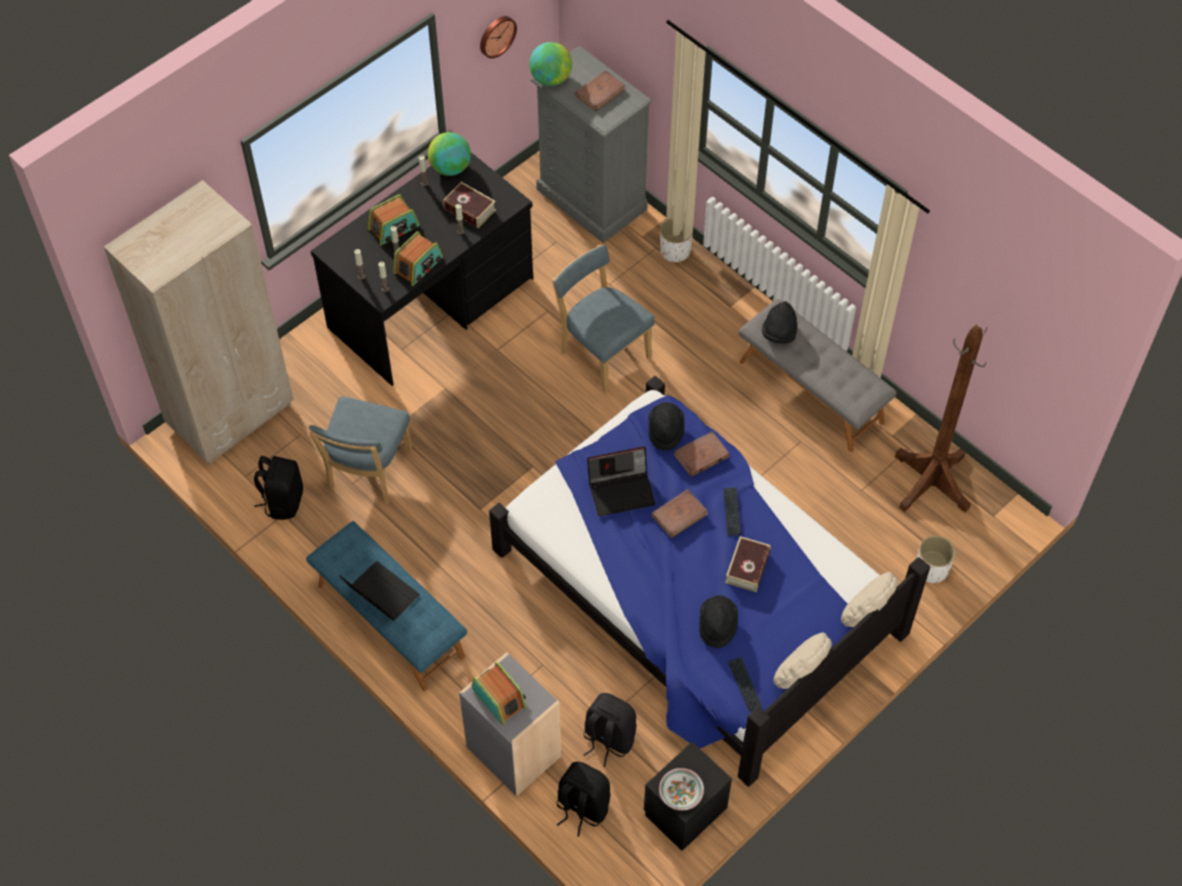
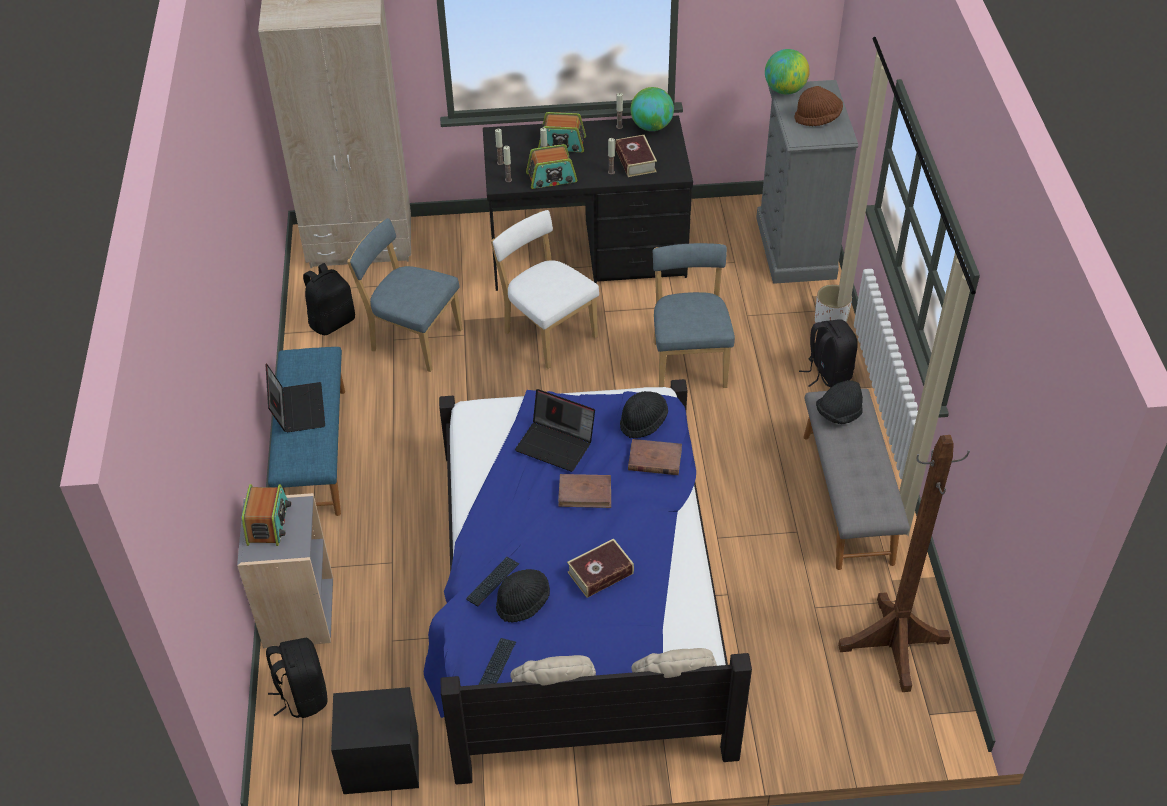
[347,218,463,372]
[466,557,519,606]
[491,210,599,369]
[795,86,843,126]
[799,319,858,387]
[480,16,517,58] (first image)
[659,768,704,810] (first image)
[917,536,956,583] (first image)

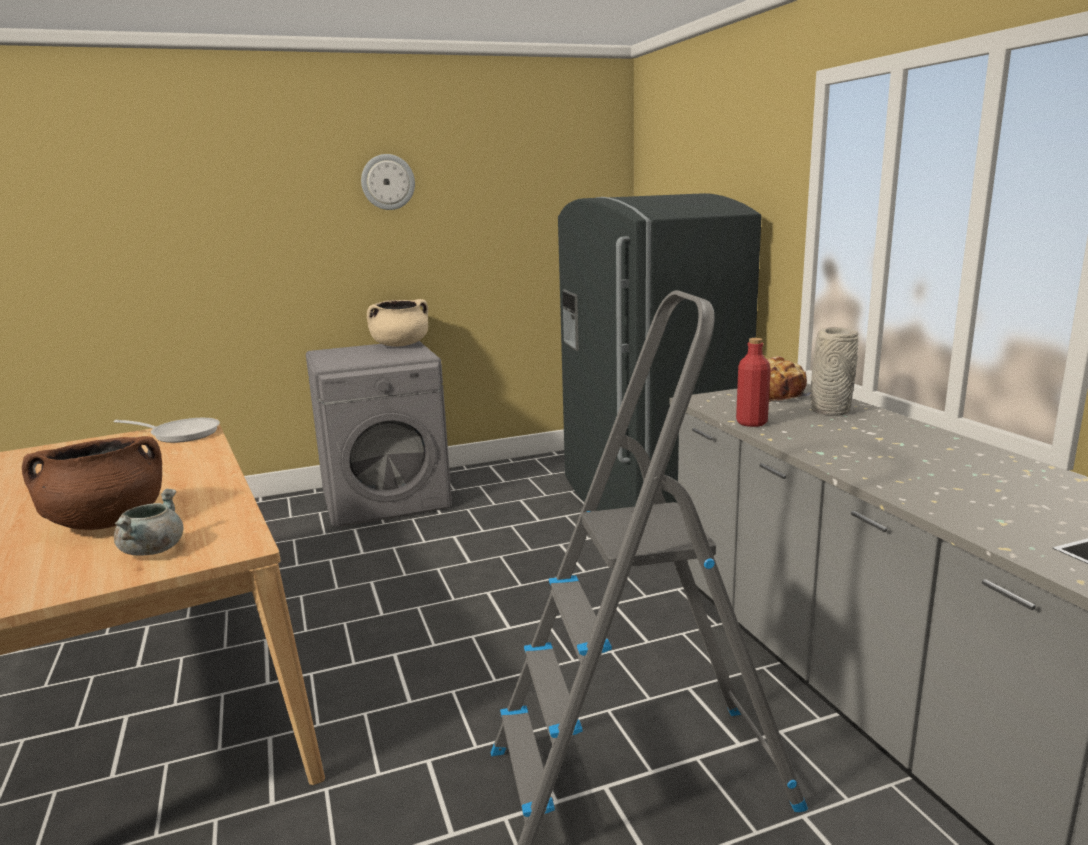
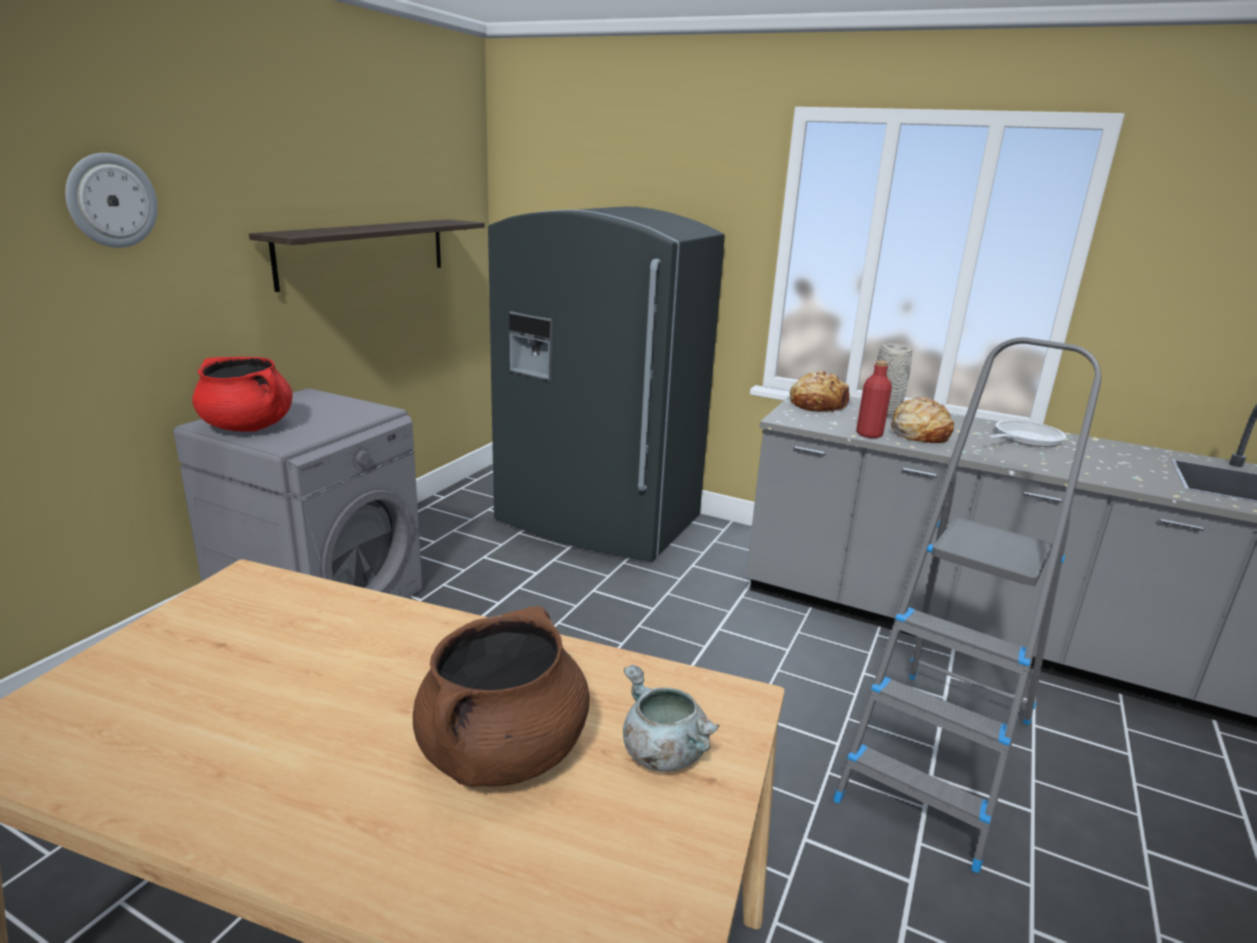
[65,153,158,248]
[192,357,293,432]
[249,219,485,292]
[889,397,954,443]
[988,420,1066,447]
[367,299,428,347] (first image)

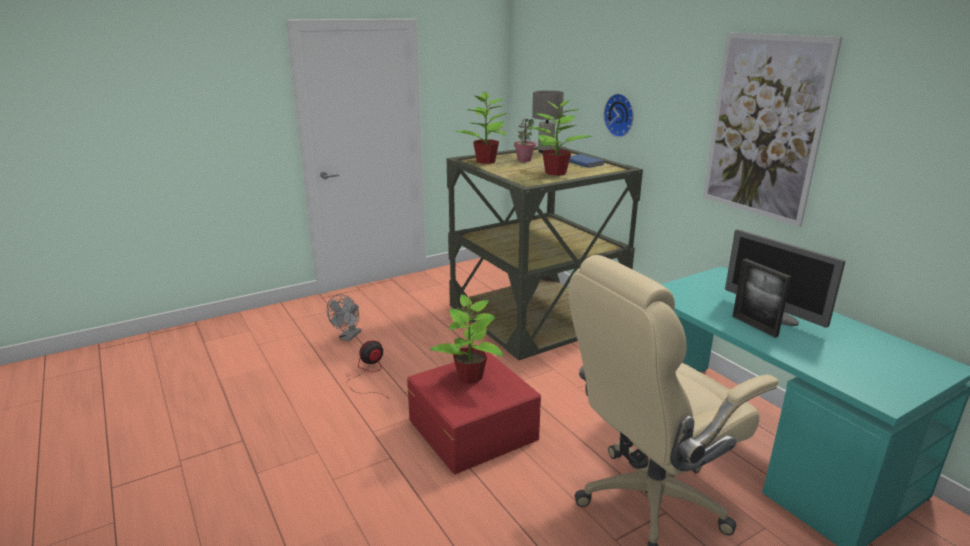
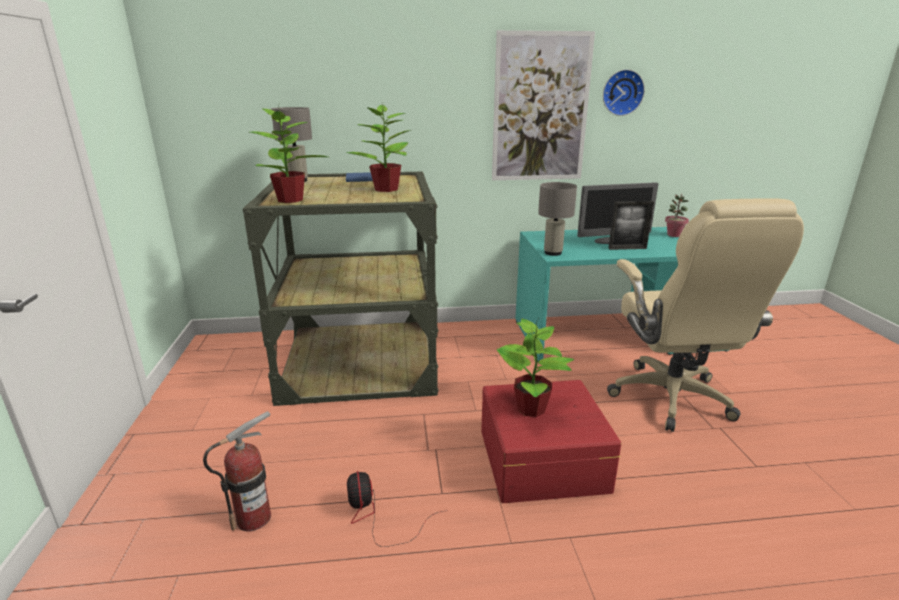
[203,411,271,532]
[538,182,577,256]
[603,69,645,116]
[665,194,689,237]

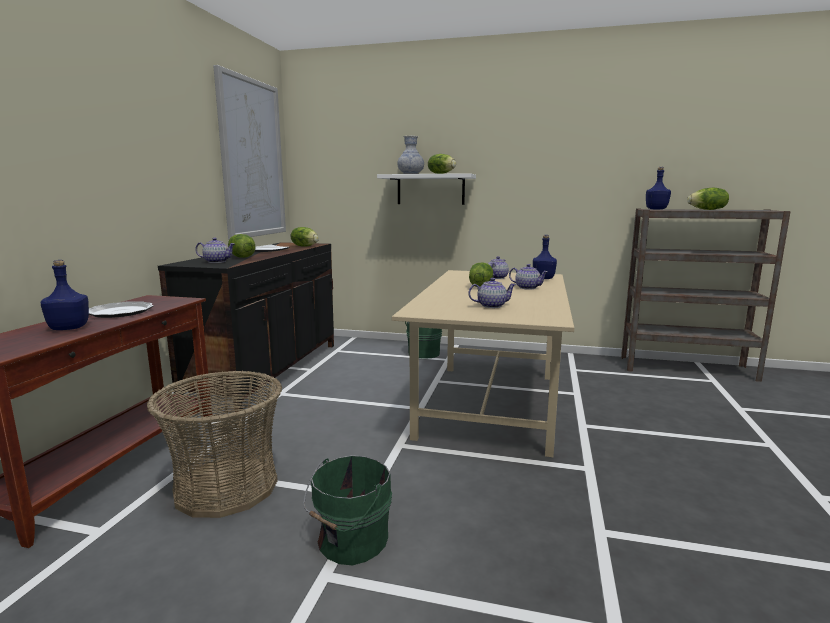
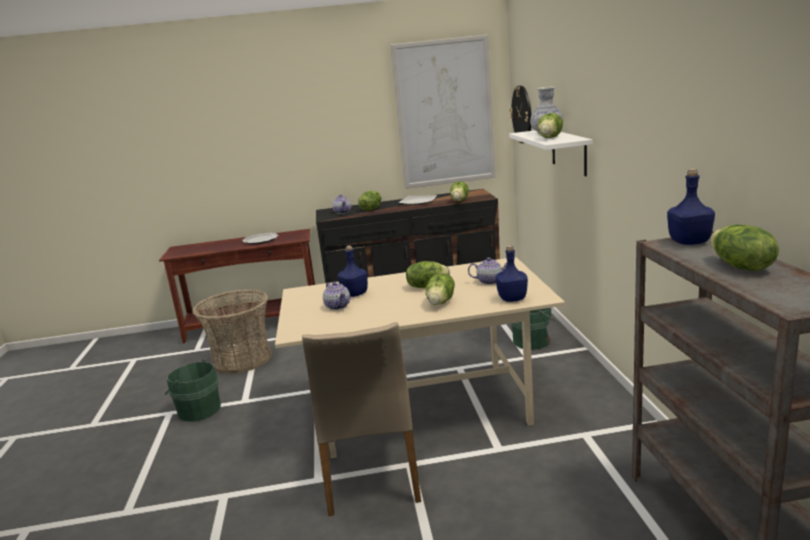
[302,322,421,516]
[337,245,368,297]
[426,273,455,305]
[510,86,532,143]

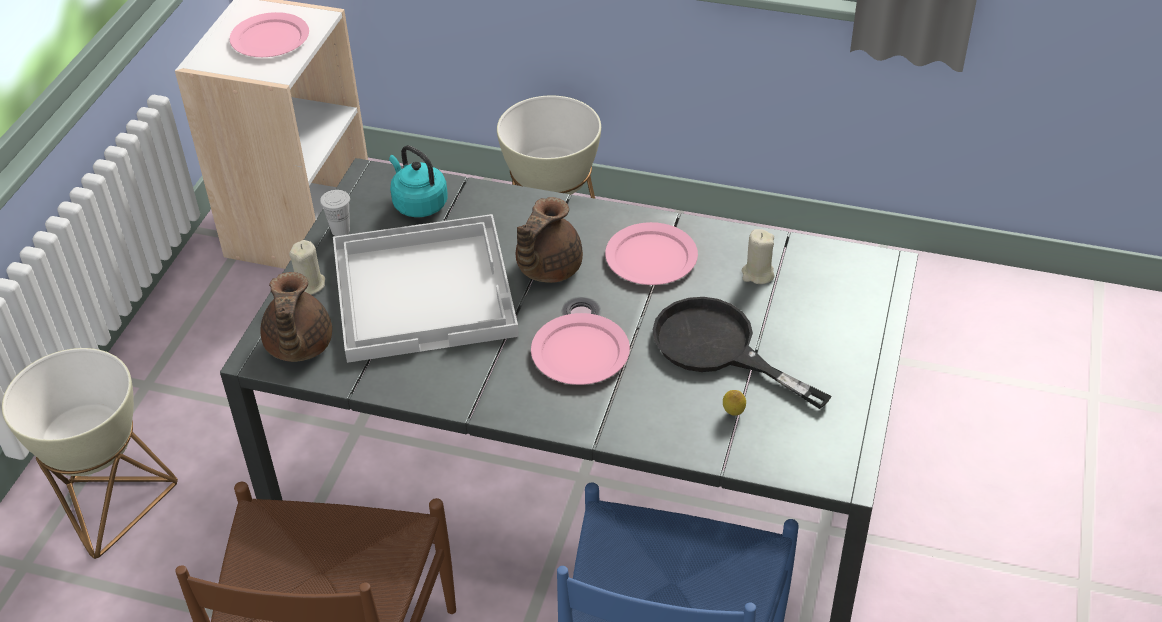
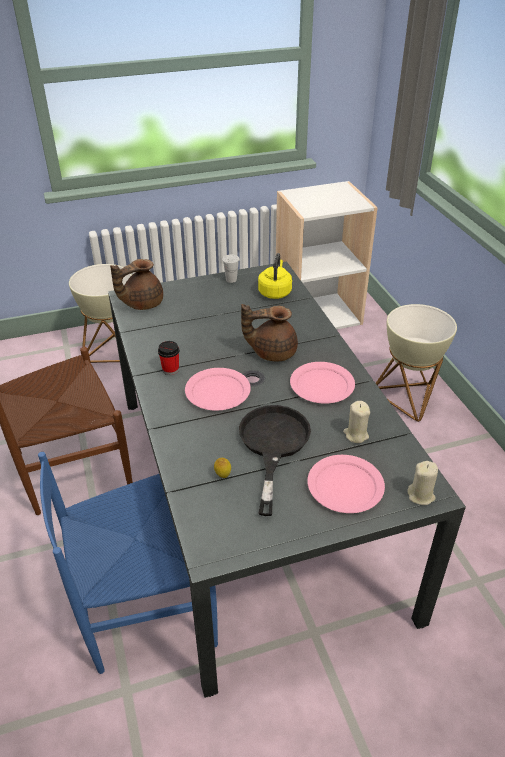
[158,341,179,375]
[258,253,292,299]
[307,455,385,513]
[407,461,438,505]
[333,214,519,363] (first image)

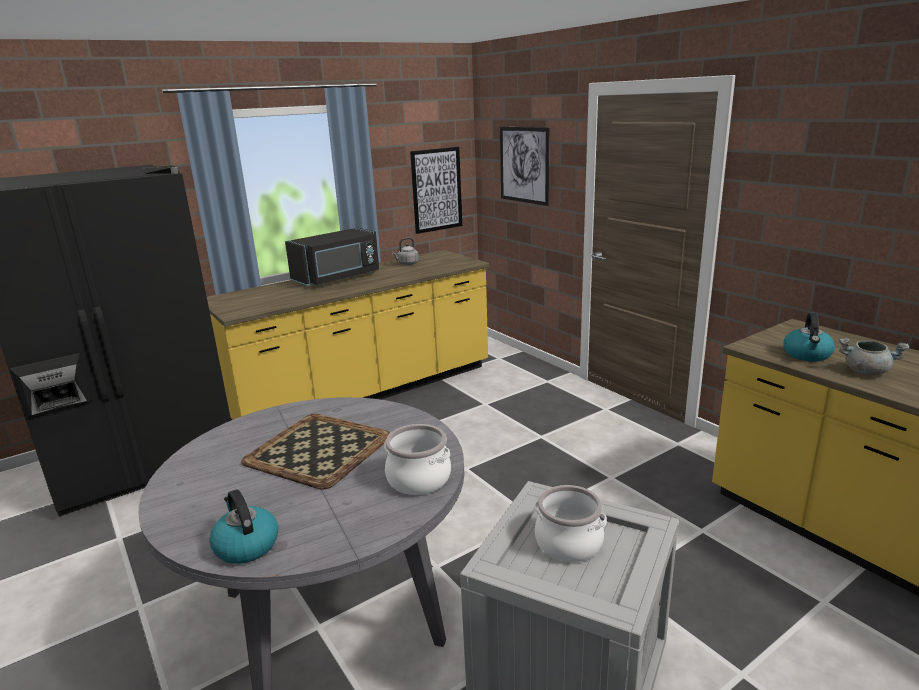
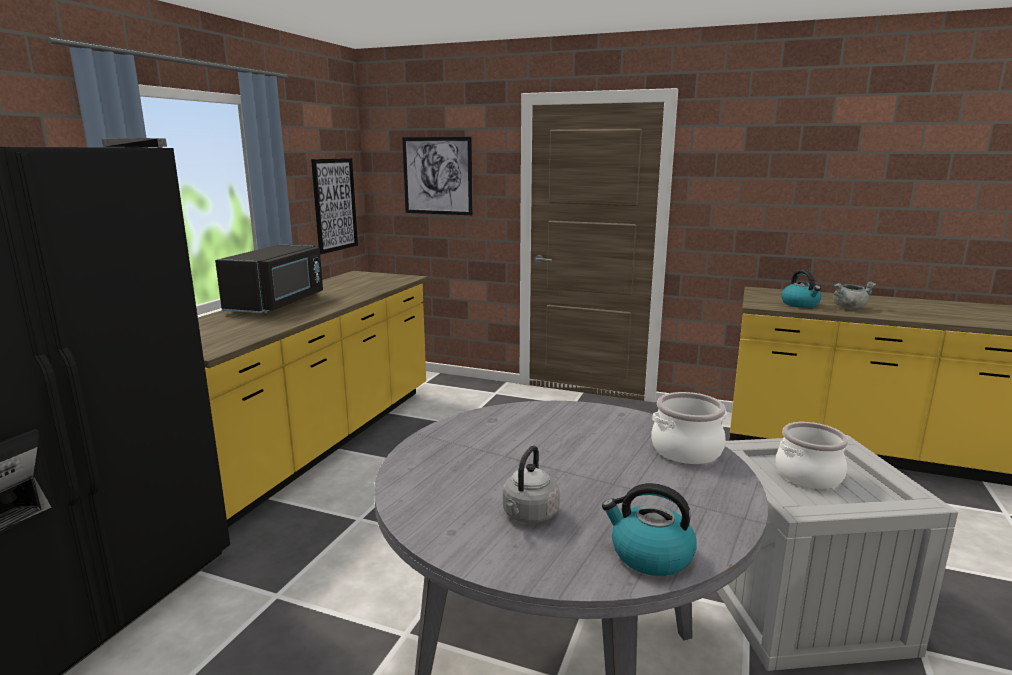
[503,445,560,523]
[241,414,390,490] (first image)

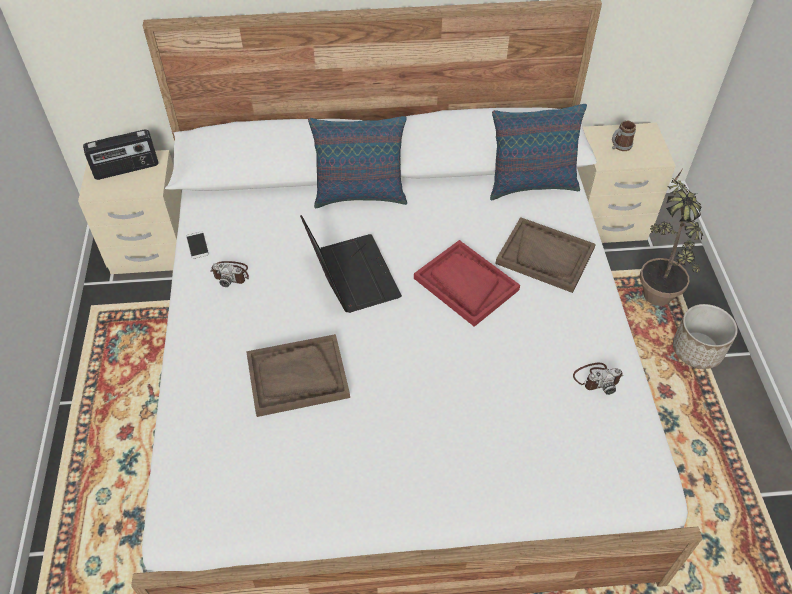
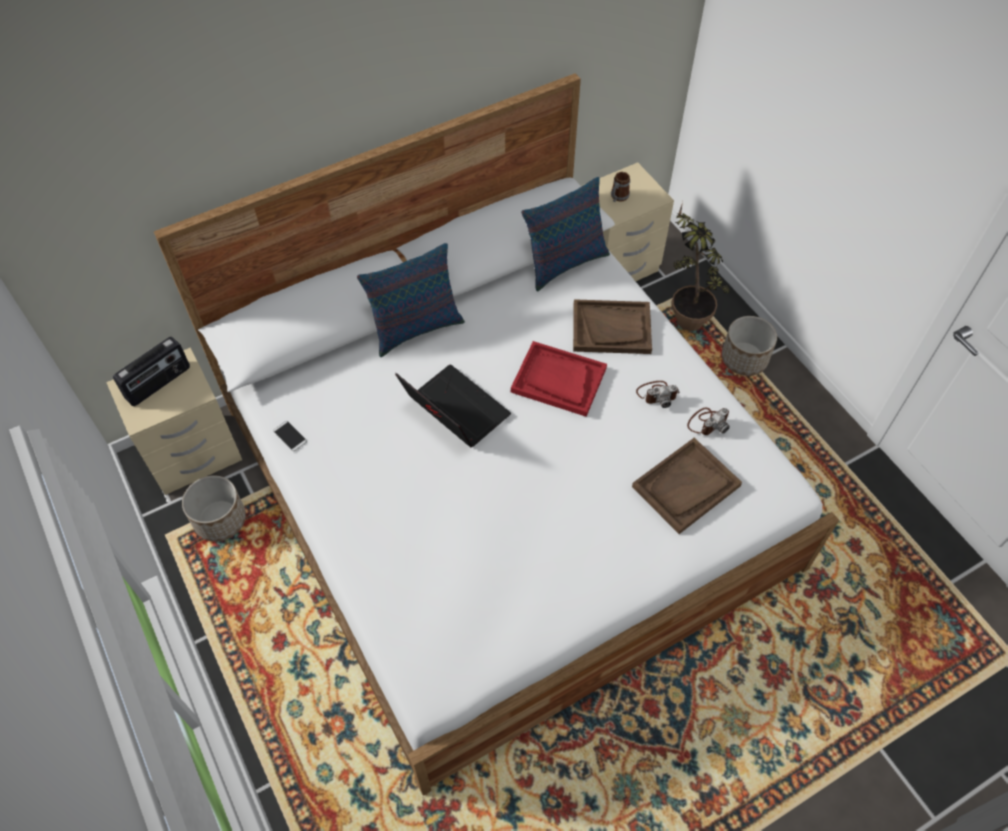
[182,475,246,542]
[632,438,742,534]
[636,381,680,408]

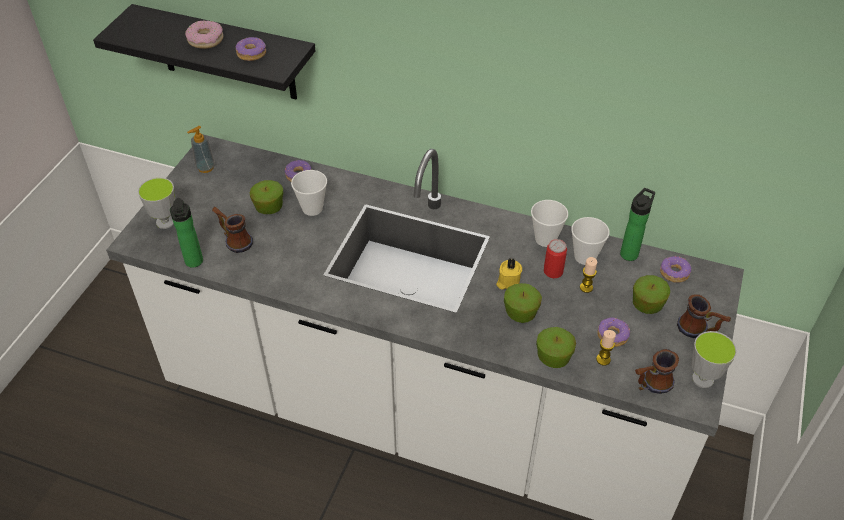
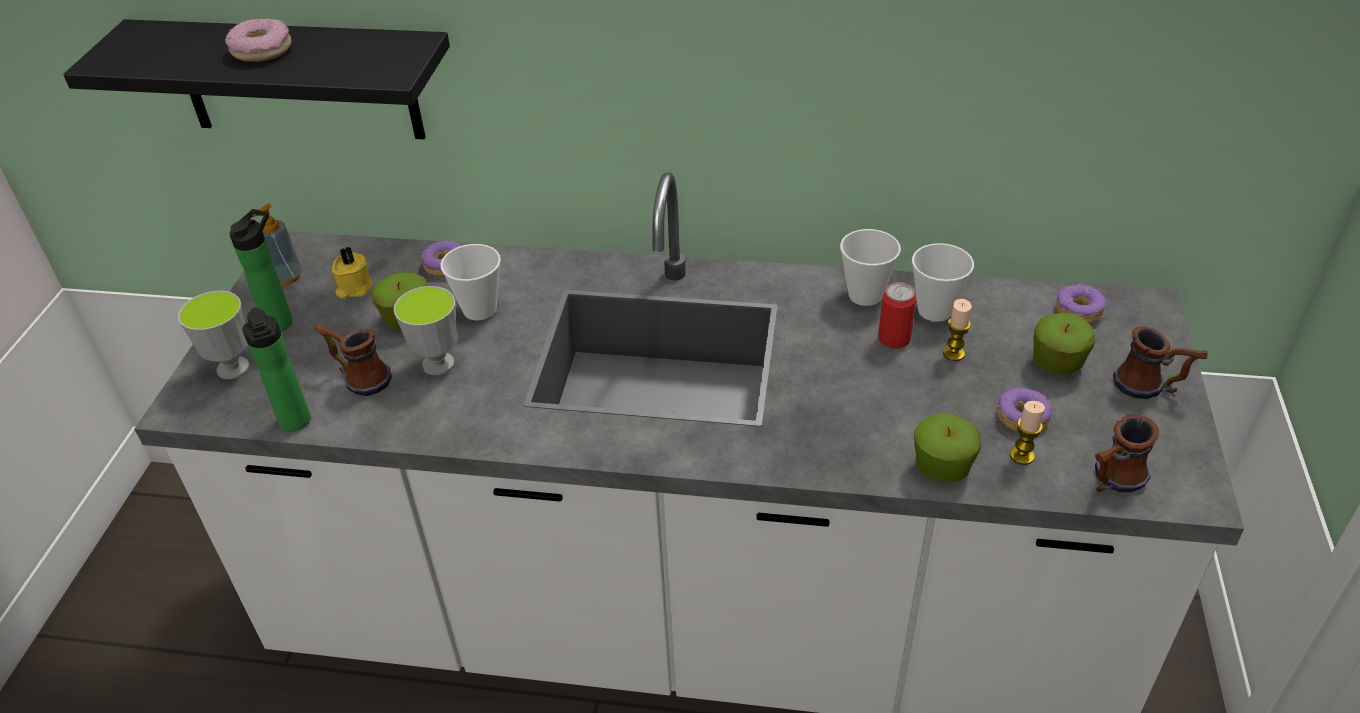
[230,209,293,331]
[332,247,372,299]
[394,286,457,375]
[236,37,266,61] (first image)
[504,283,542,323] (first image)

